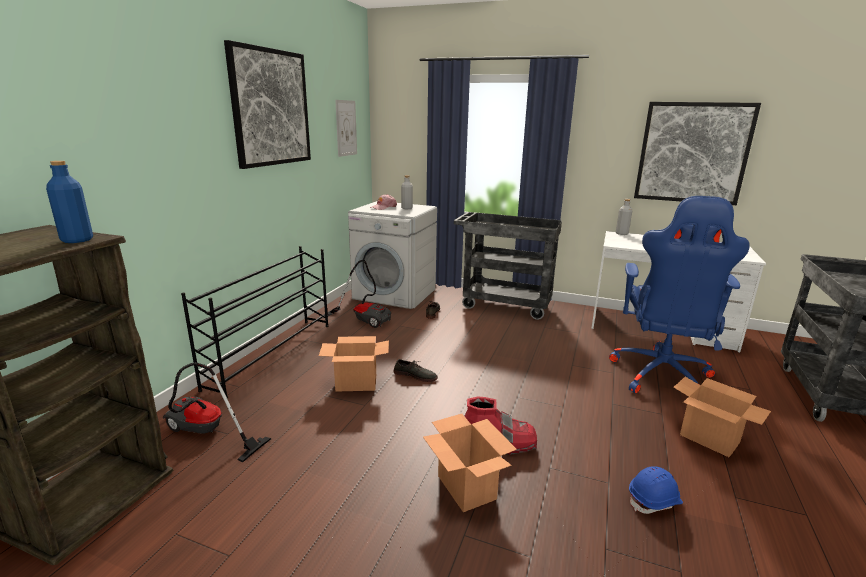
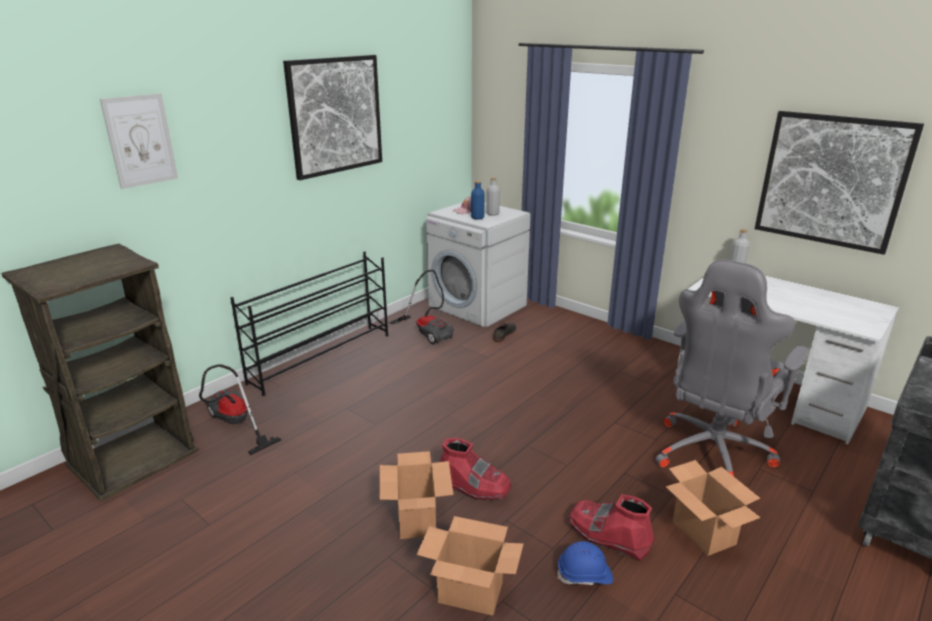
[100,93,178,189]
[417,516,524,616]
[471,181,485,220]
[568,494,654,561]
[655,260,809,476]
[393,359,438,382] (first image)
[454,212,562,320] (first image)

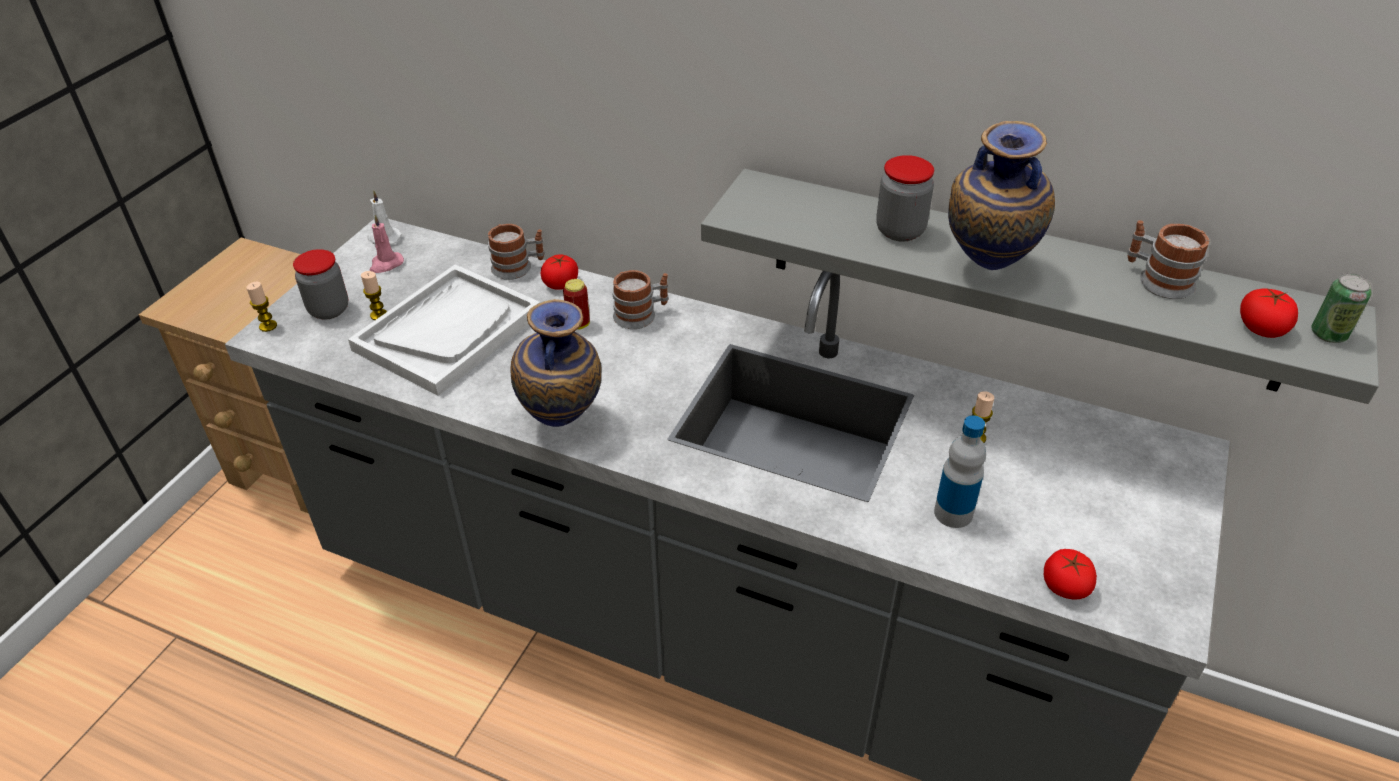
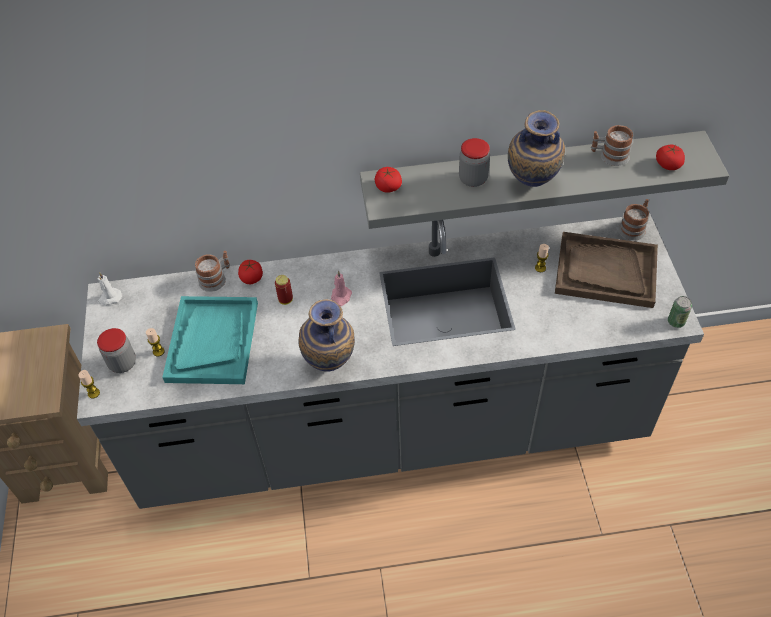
[162,296,258,384]
[331,271,352,307]
[375,167,402,193]
[555,232,658,308]
[619,199,649,241]
[668,296,692,328]
[934,415,986,528] (first image)

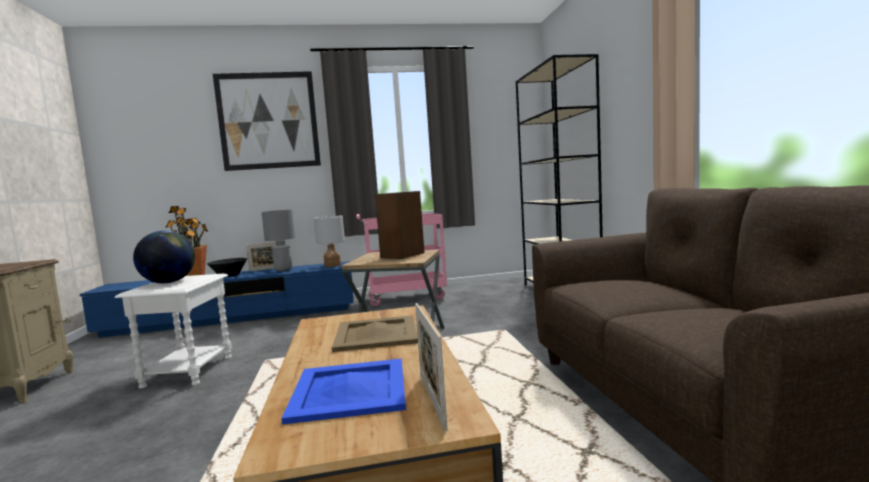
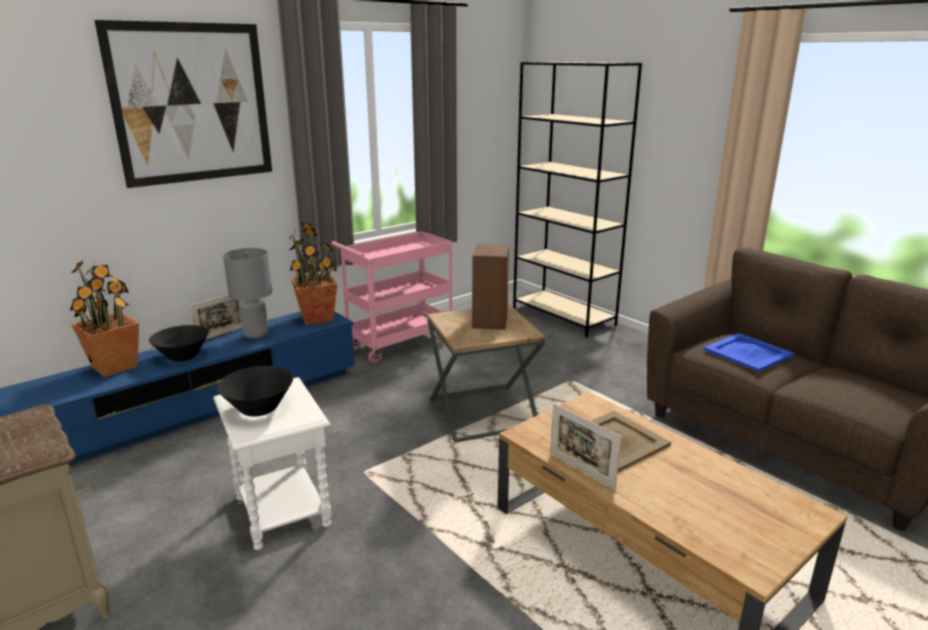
[217,366,293,417]
[288,223,338,325]
[550,403,621,489]
[703,333,794,372]

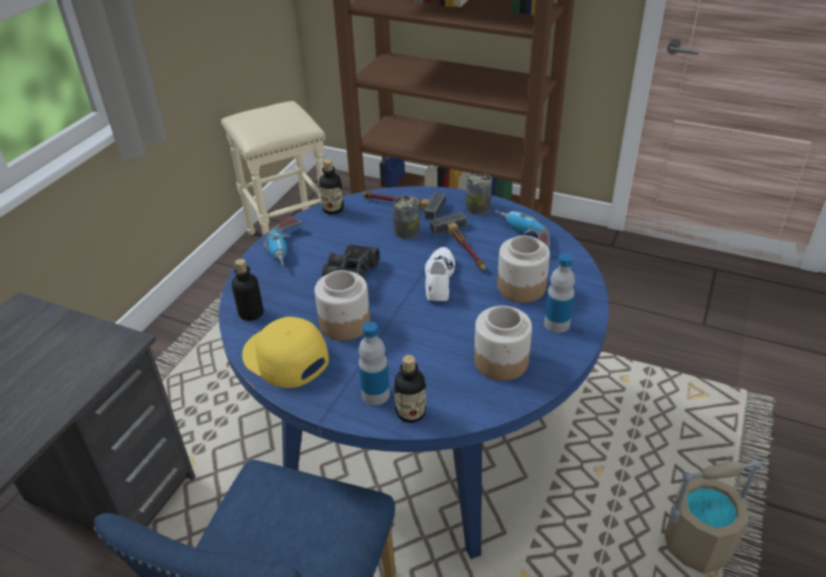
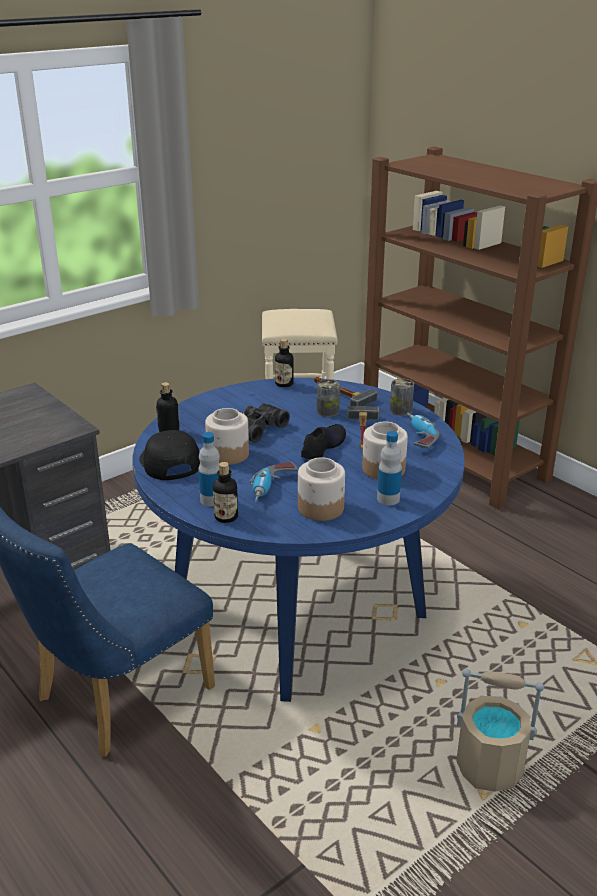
[139,430,200,480]
[250,462,298,502]
[301,424,346,460]

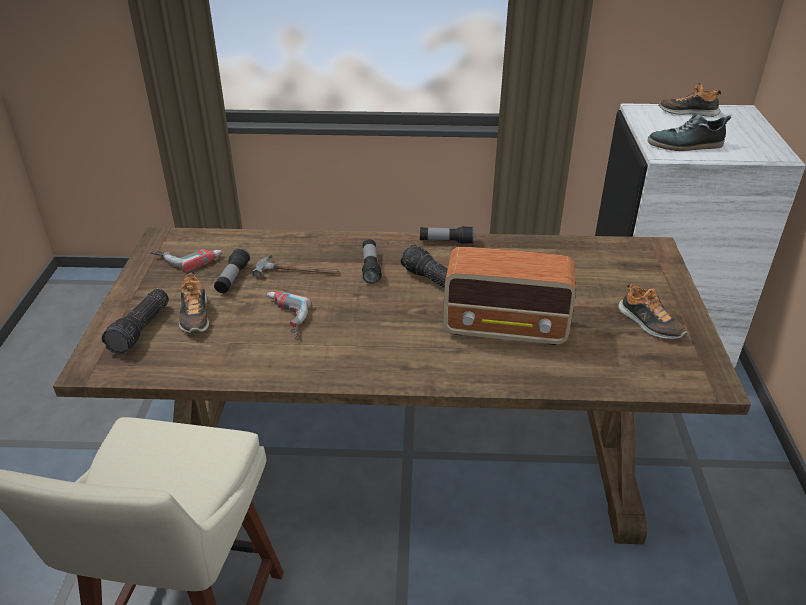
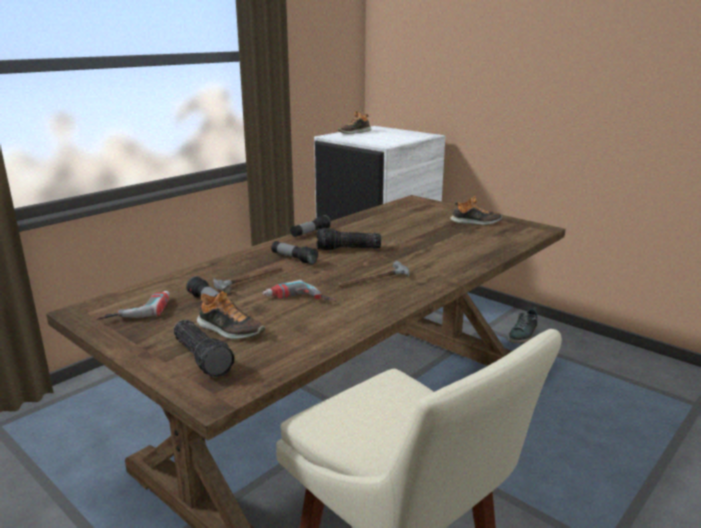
[338,261,410,287]
[508,307,537,343]
[443,247,576,345] (first image)

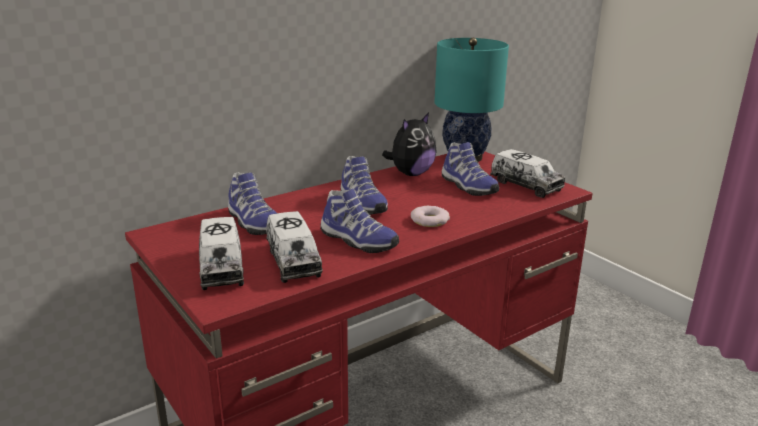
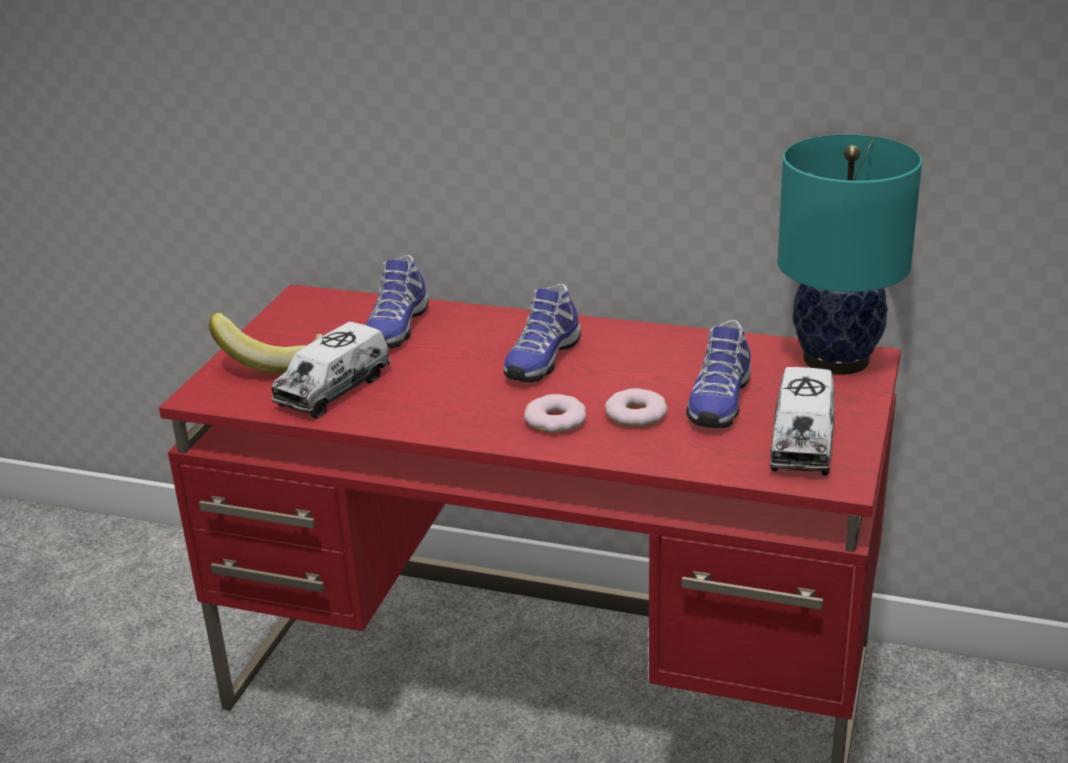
[209,313,323,374]
[605,388,667,427]
[320,189,399,253] (first image)
[382,112,437,176] (first image)

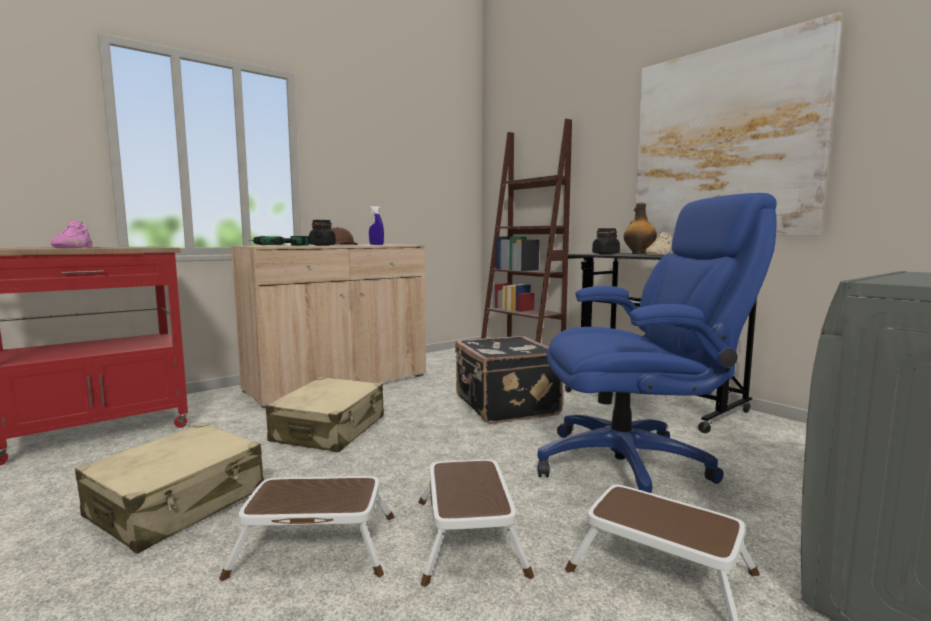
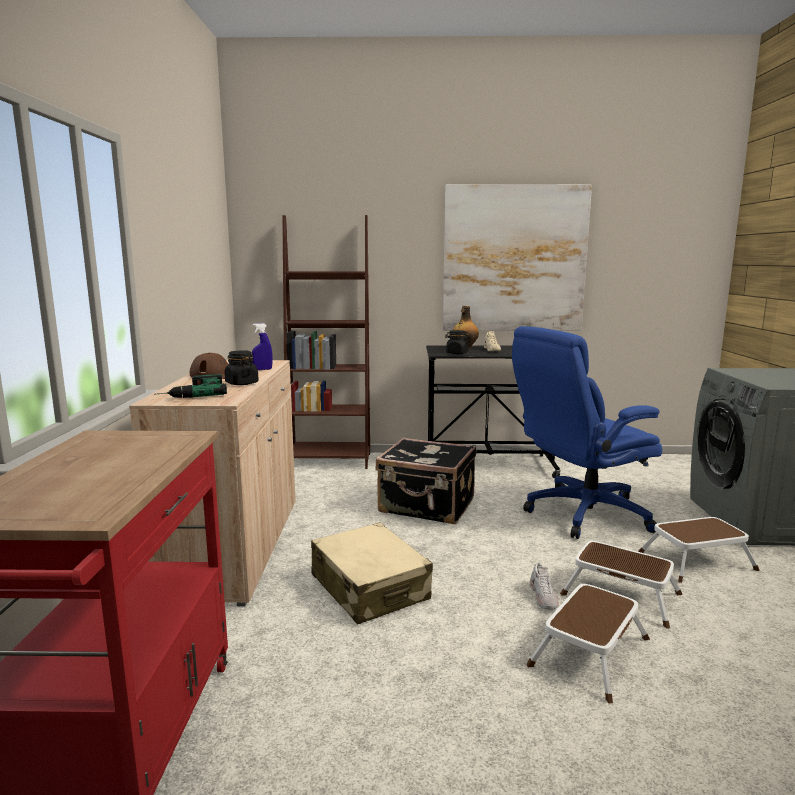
[512,326,662,539]
[530,562,559,610]
[51,220,93,248] (first image)
[75,423,264,554] (first image)

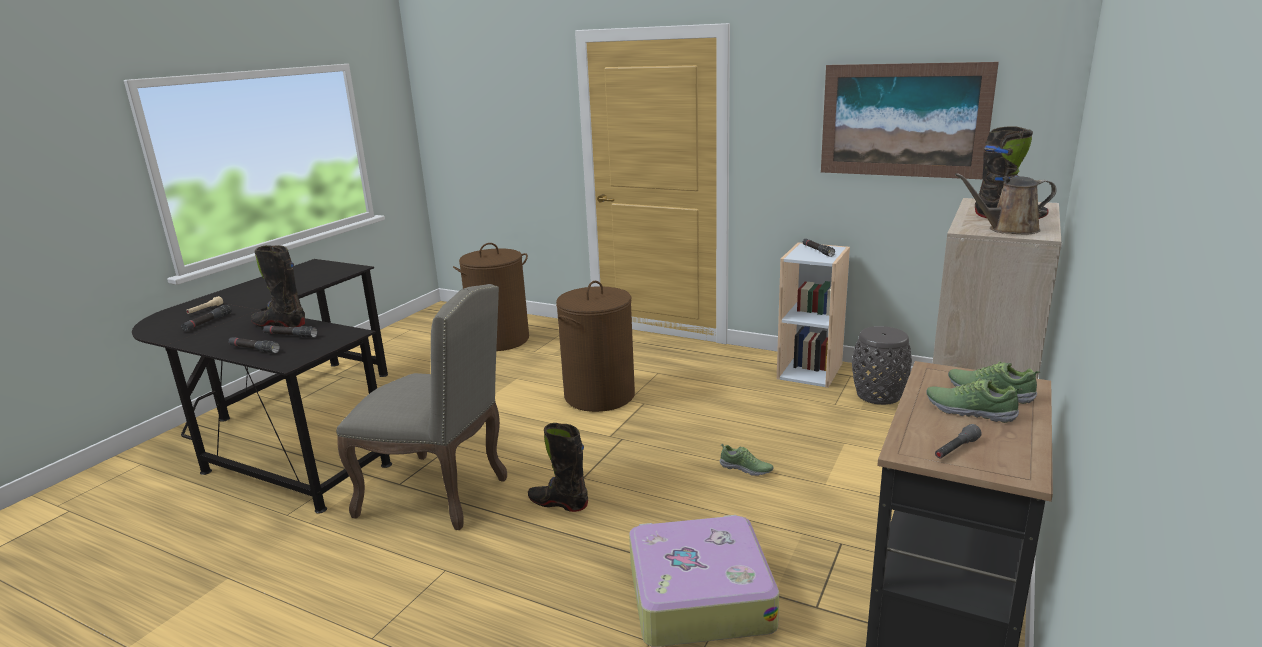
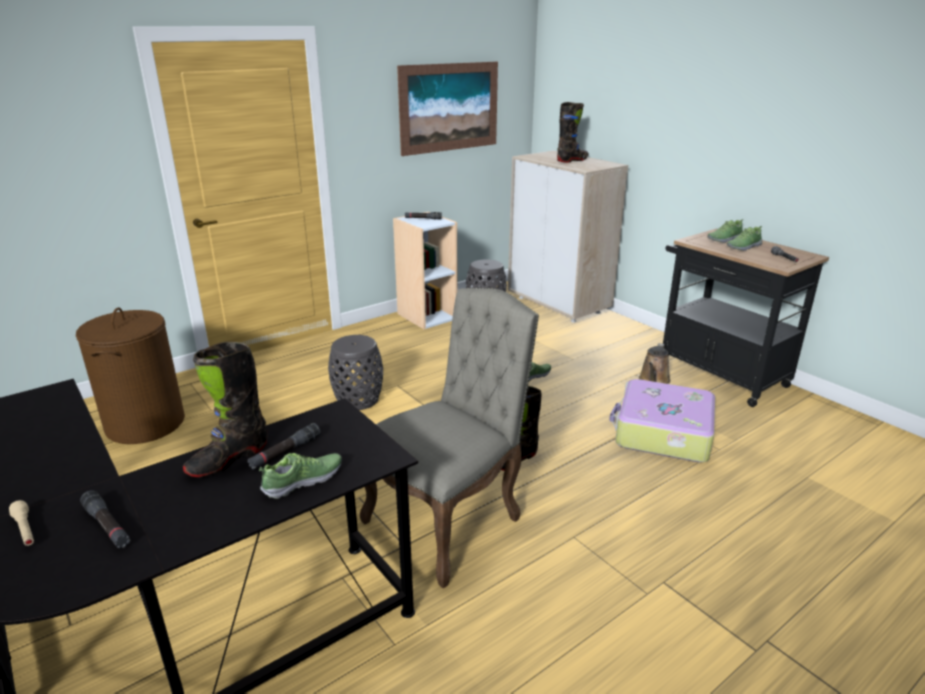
[259,453,342,499]
[328,335,383,410]
[639,343,671,384]

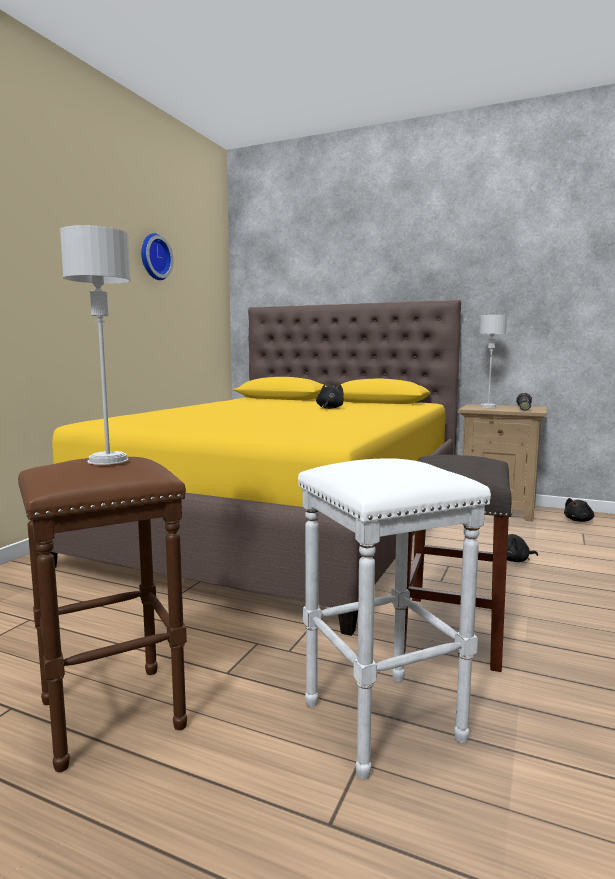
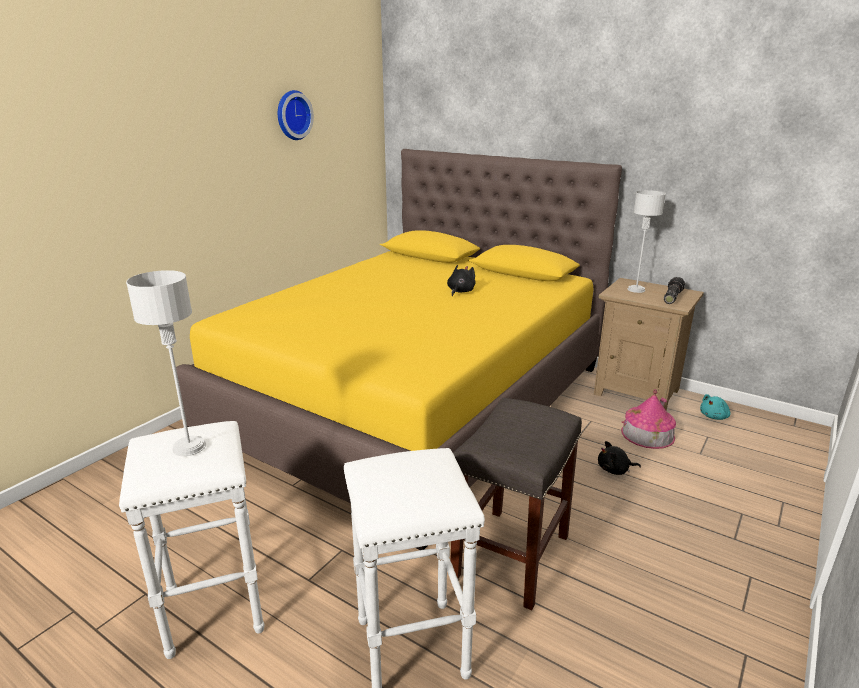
[119,421,264,659]
[621,389,676,449]
[700,394,731,420]

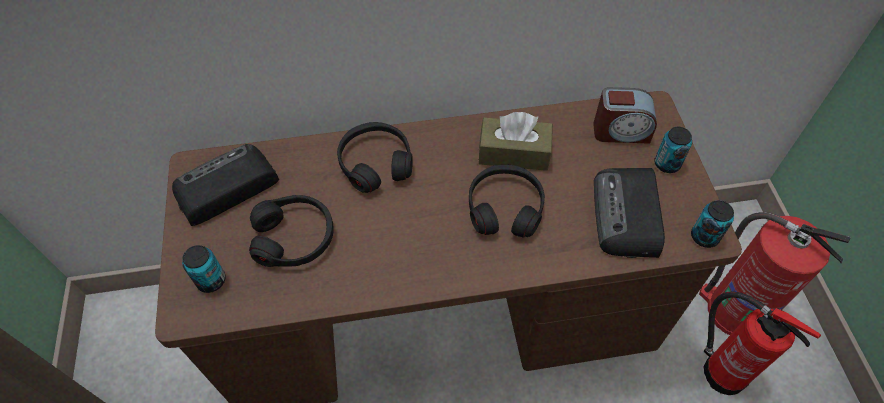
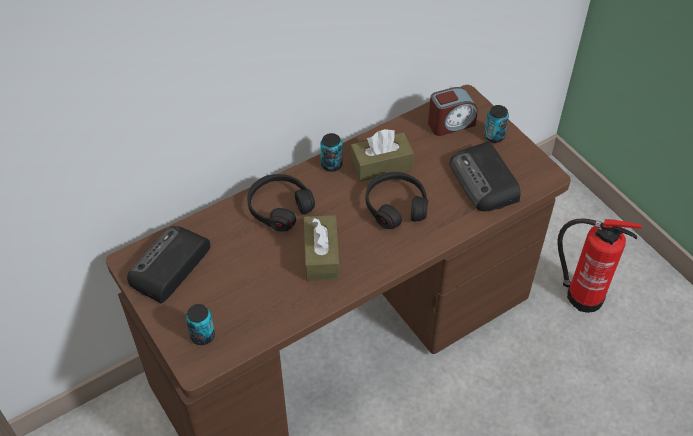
[304,215,339,281]
[320,133,342,172]
[249,195,334,267] (first image)
[699,212,851,335] (first image)

